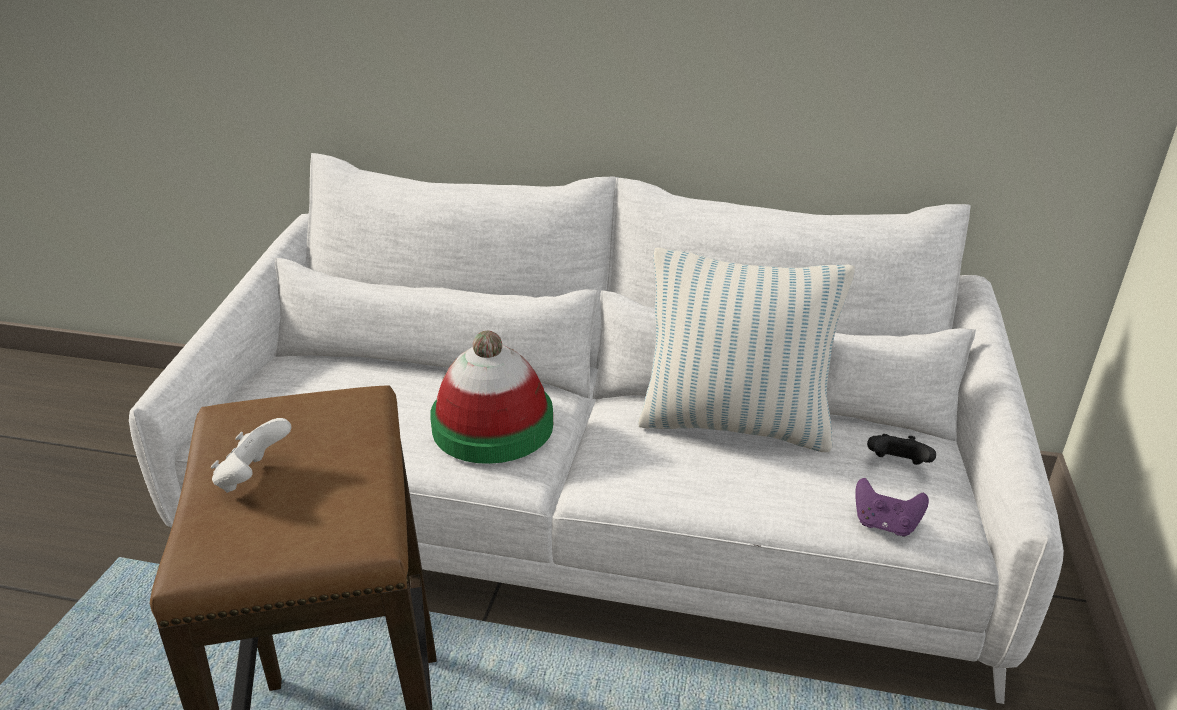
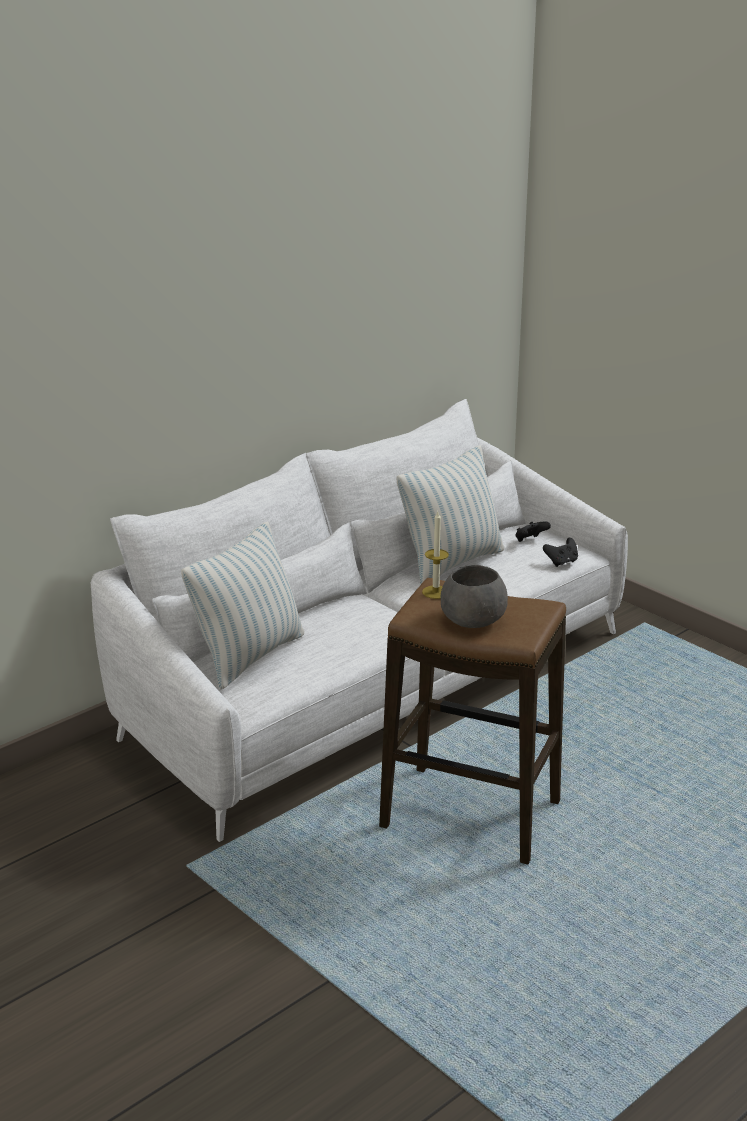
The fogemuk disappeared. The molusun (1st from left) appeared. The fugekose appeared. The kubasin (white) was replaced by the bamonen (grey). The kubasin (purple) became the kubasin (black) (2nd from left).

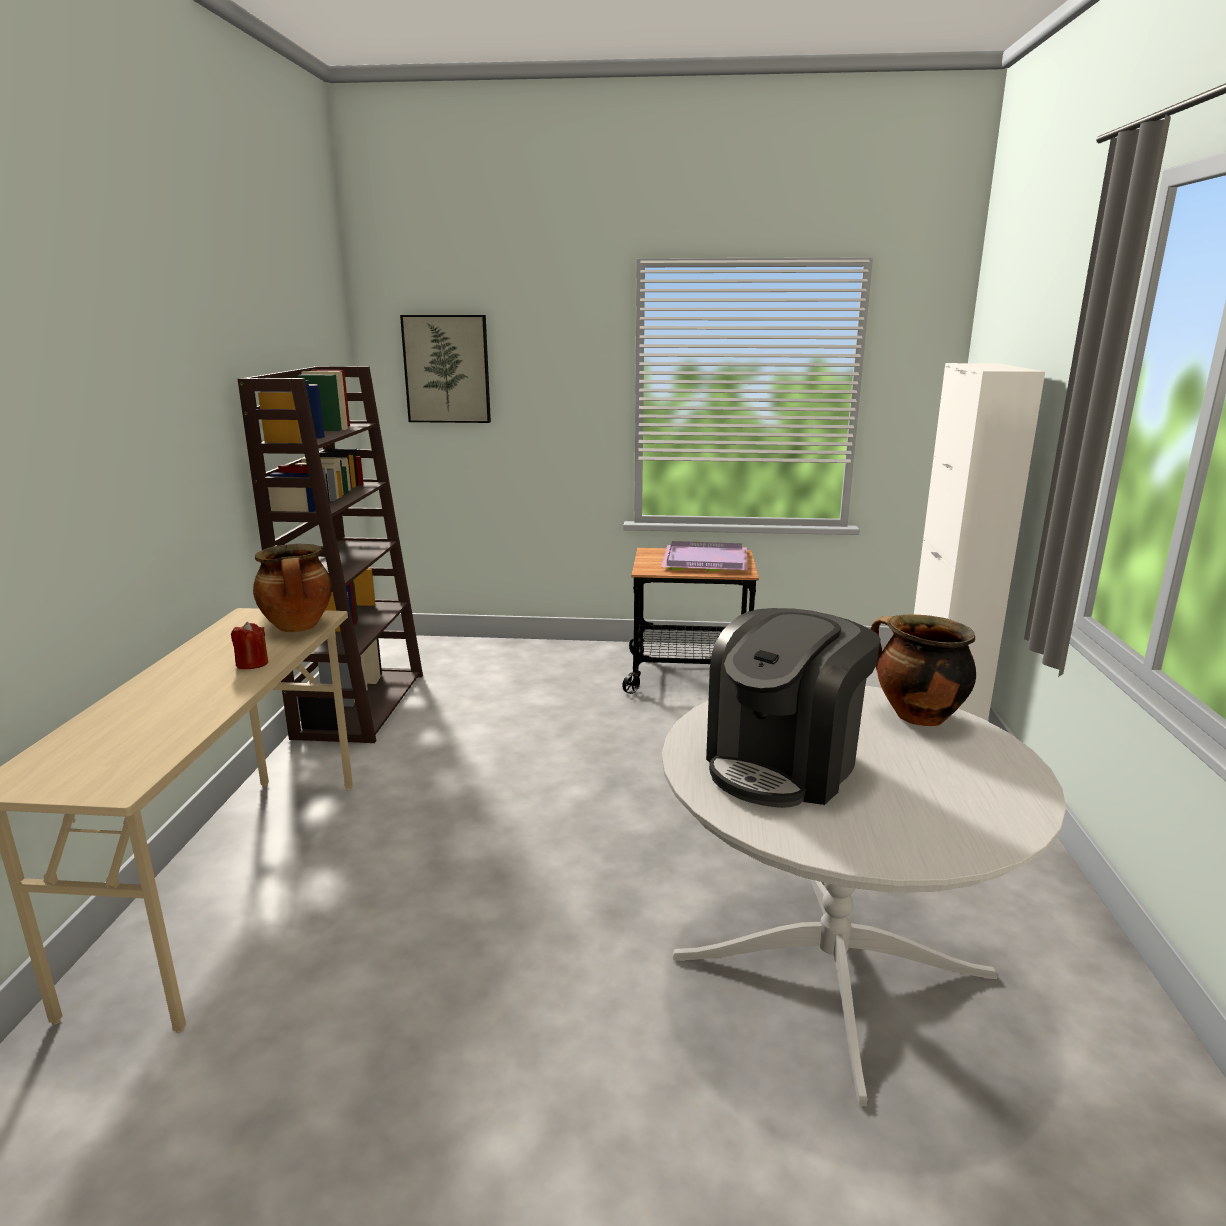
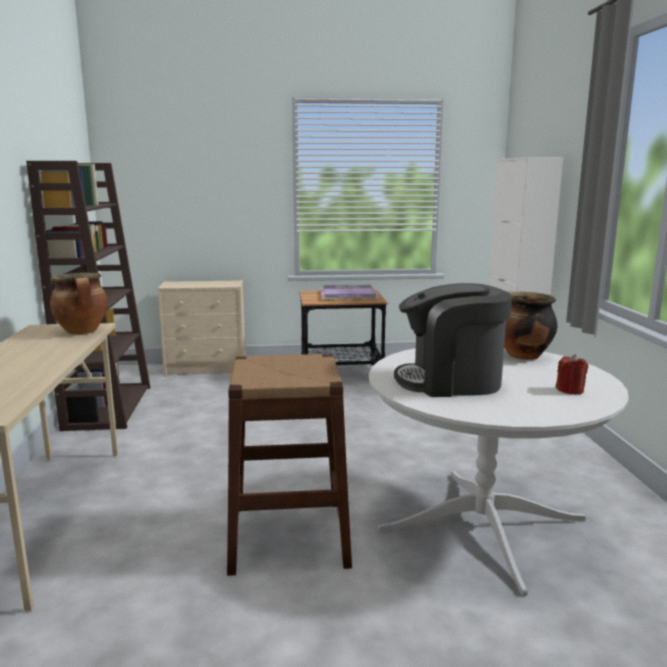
The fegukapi disappeared. The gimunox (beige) appeared. The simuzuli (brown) appeared. The fugekose (red) moved. The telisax turned 60 degrees clockwise.

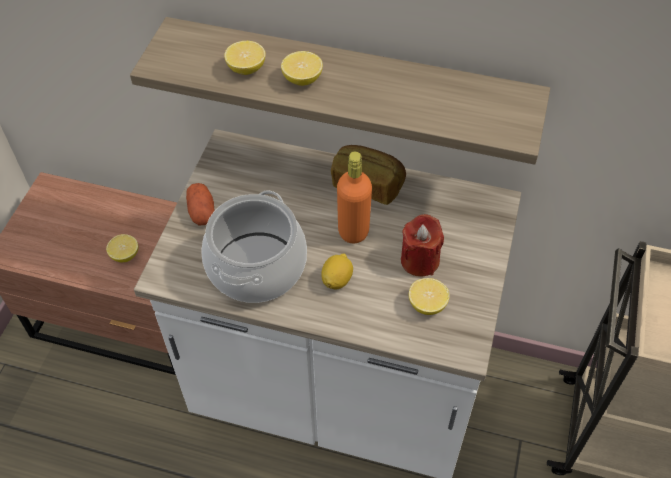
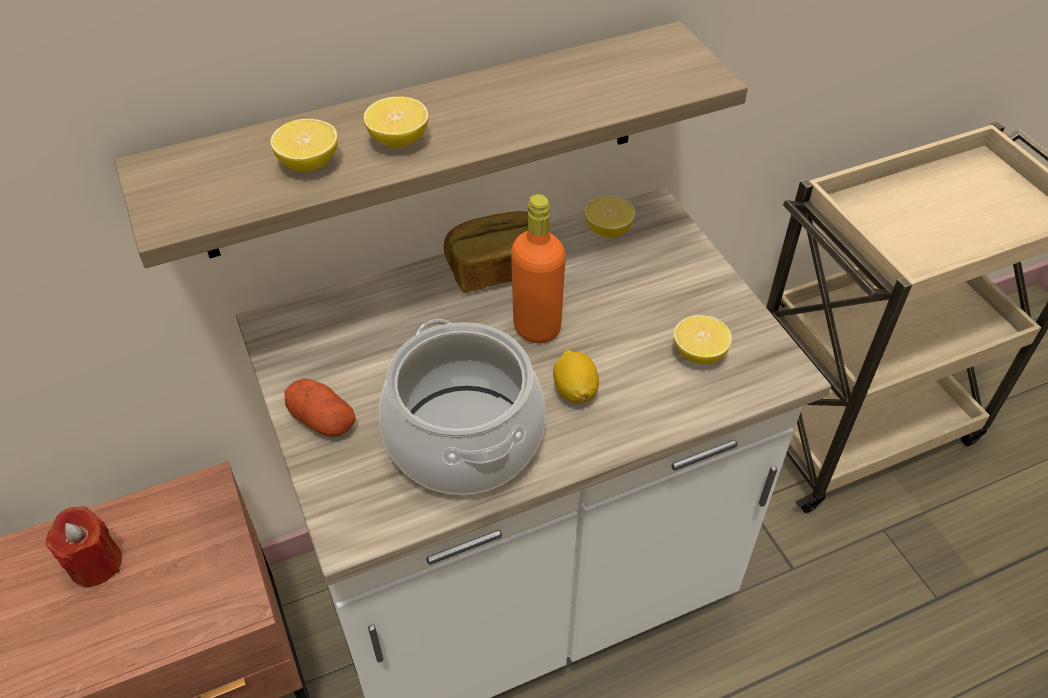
The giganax (1st from left in the first image) moved. The fugekose (red) moved.

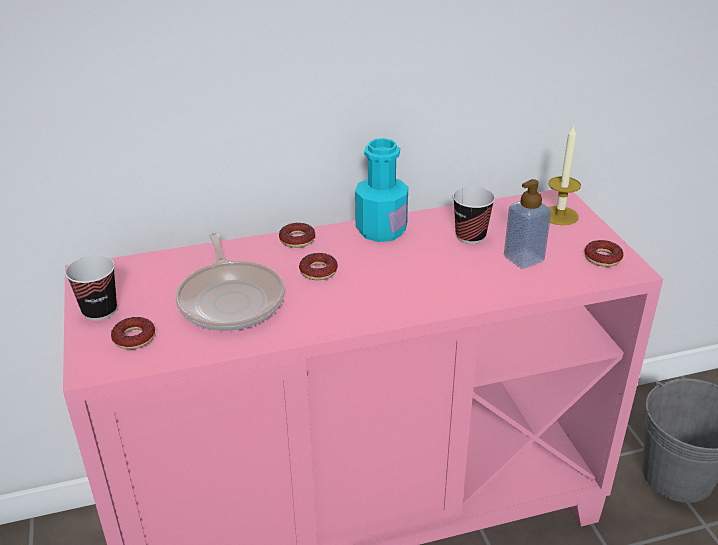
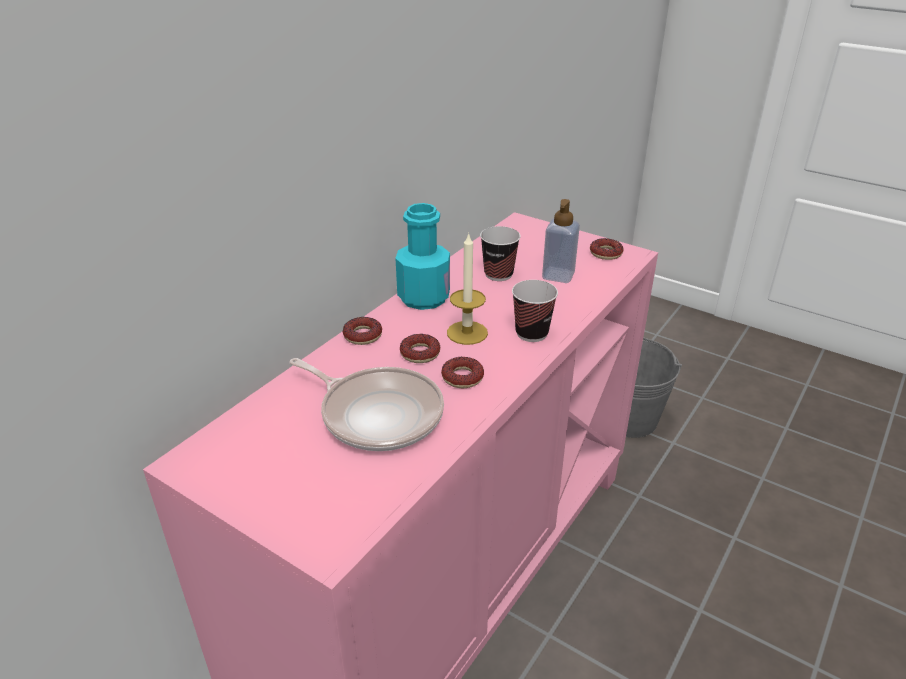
The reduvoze (1st from left in the first image) moved. The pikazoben (1st from left in the first image) moved. The fugekose moved.

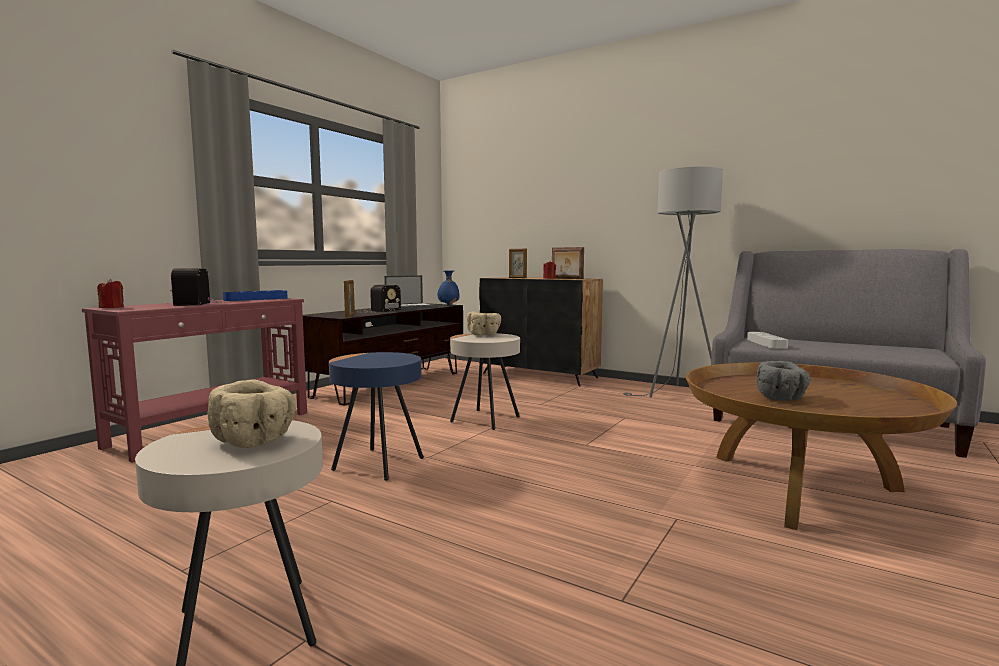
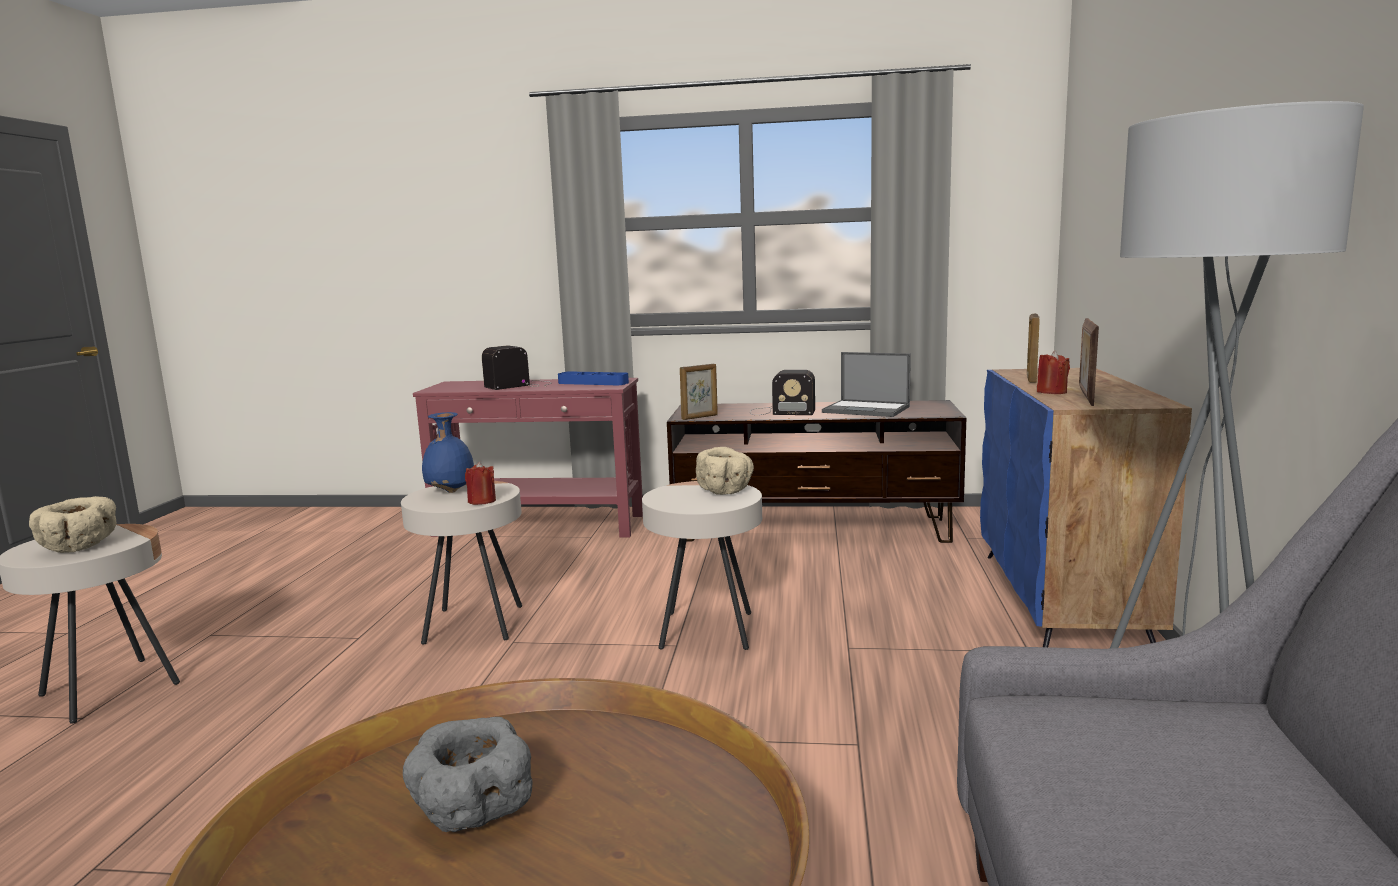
The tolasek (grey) disappeared. The fugekose (red) (1st from left) moved. The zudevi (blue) moved. The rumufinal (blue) became the rumufinal (beige) (2nd from left). The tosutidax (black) became the tosutidax (blue).

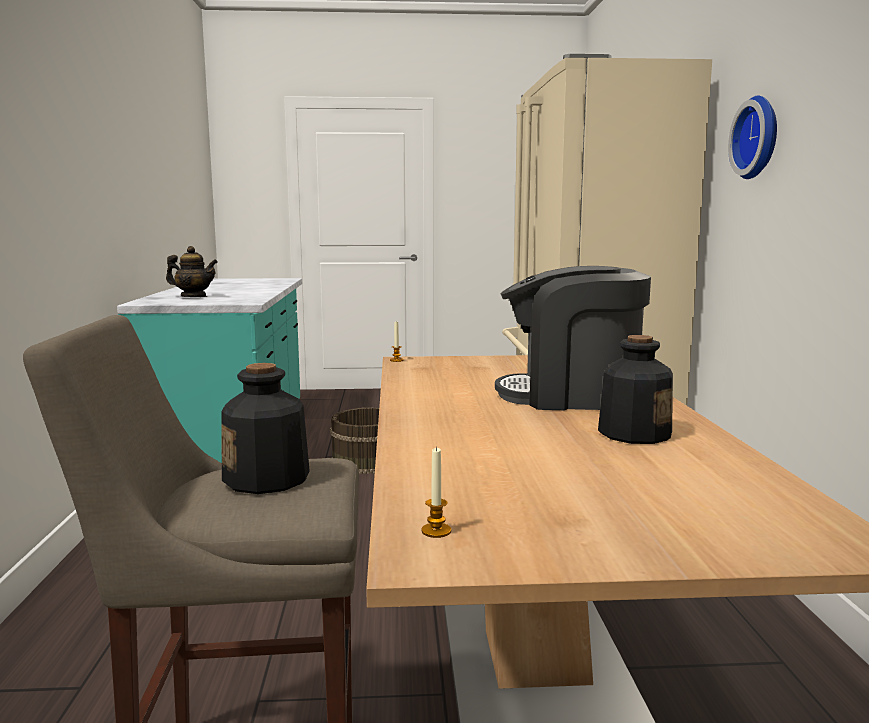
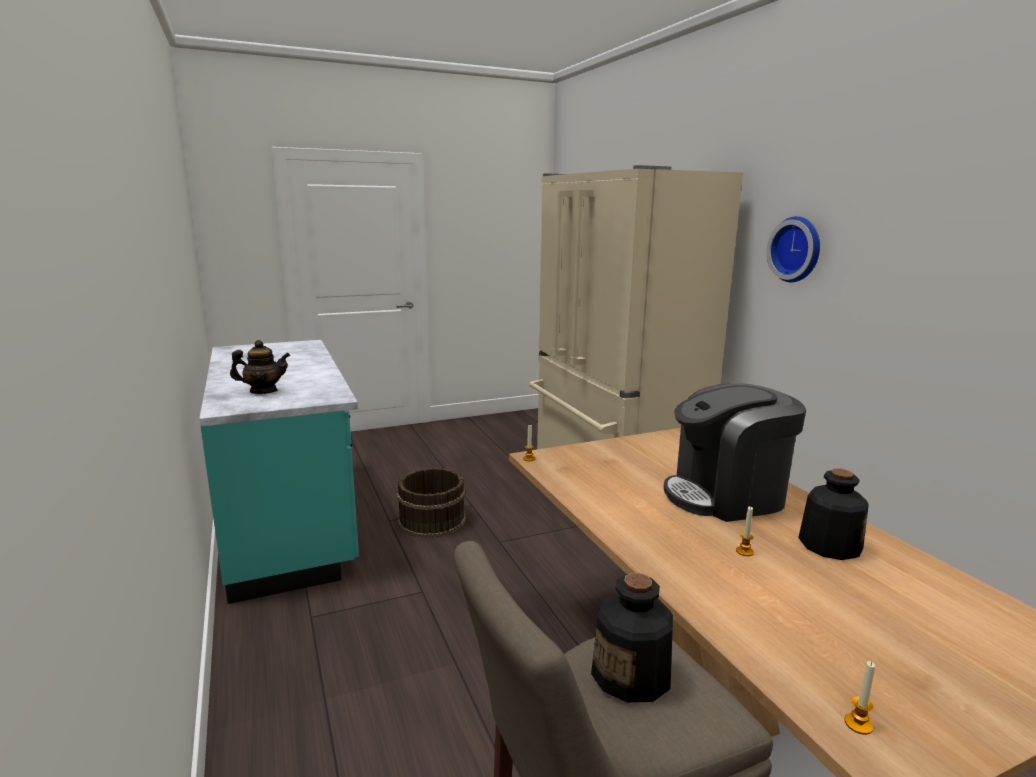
The fugekose (2nd from left) appeared.

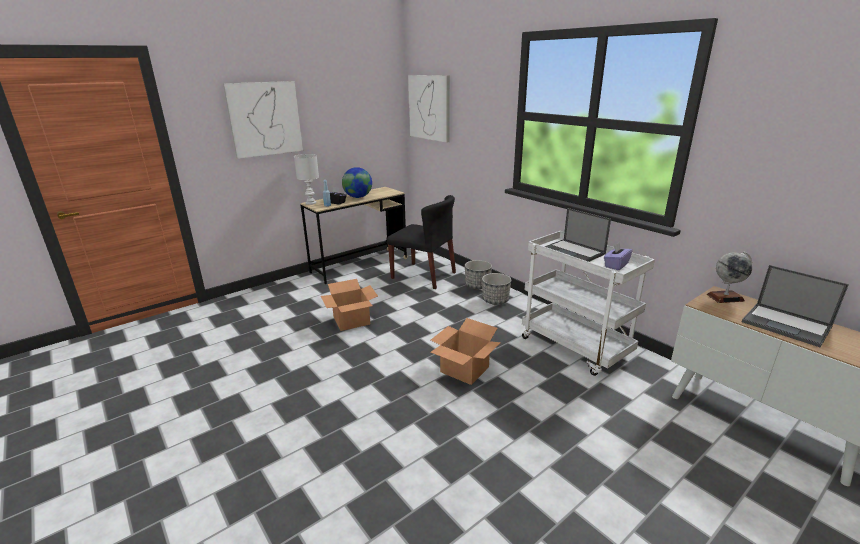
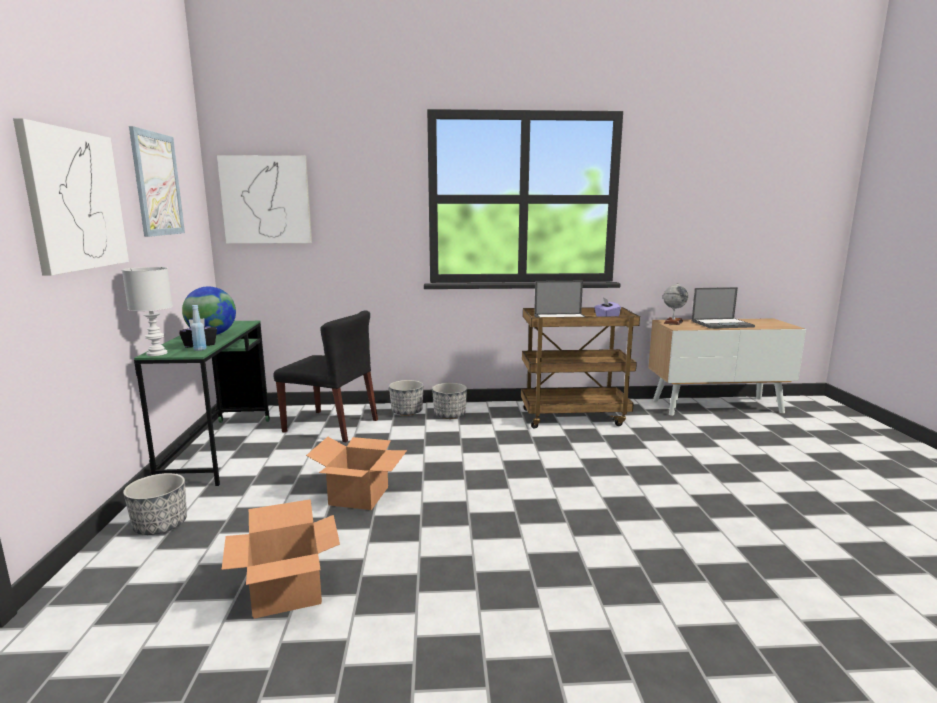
The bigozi (1st from left) appeared. The fegukapi (2nd from left) appeared. The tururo (2nd from left in the first image) moved. The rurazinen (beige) became the rurazinen (green). The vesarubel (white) became the vesarubel (brown). The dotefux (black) turned 45 degrees clockwise.

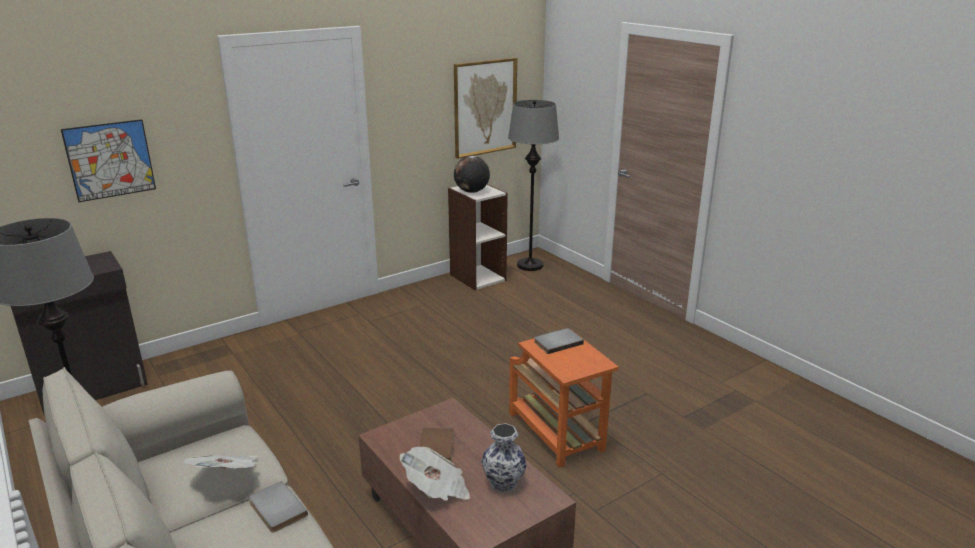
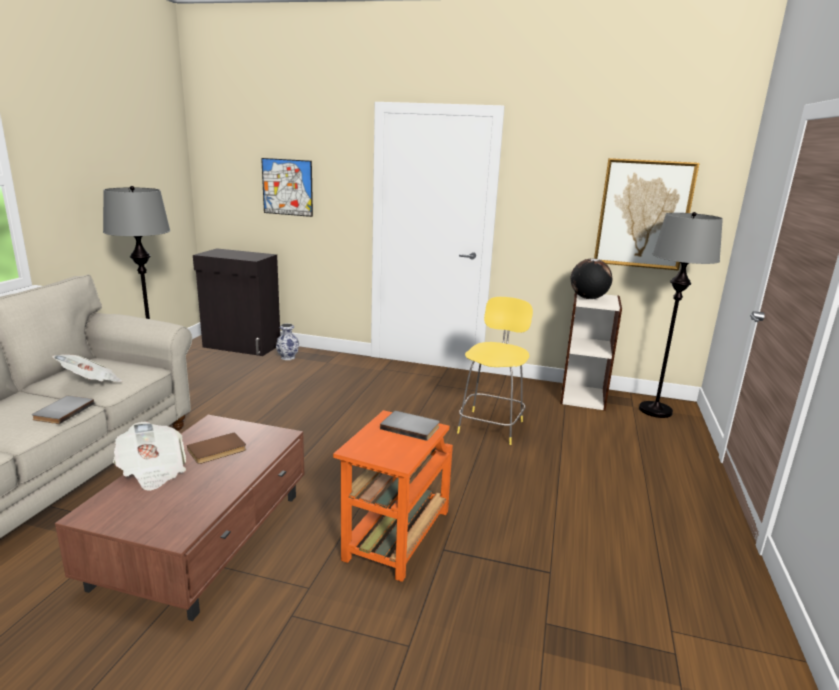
The simuzuli (yellow) appeared. The zudevi moved.

